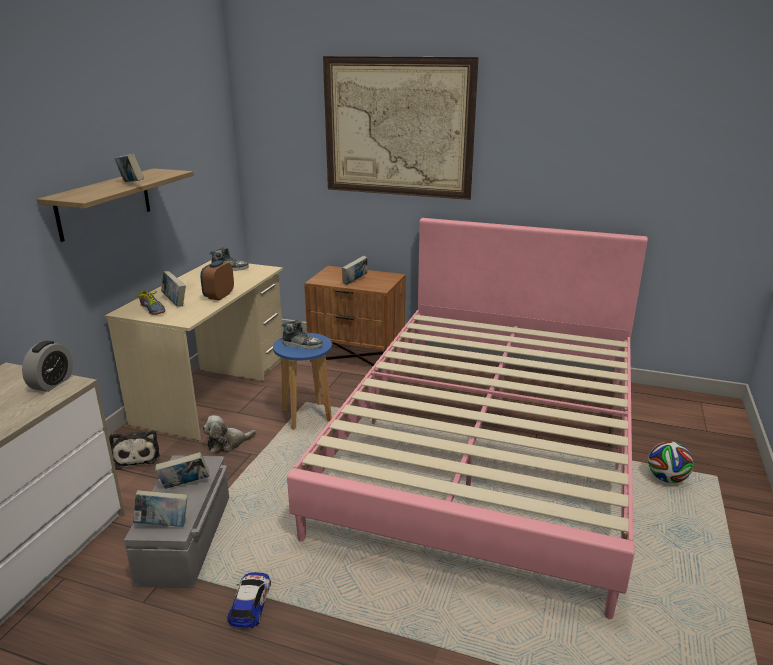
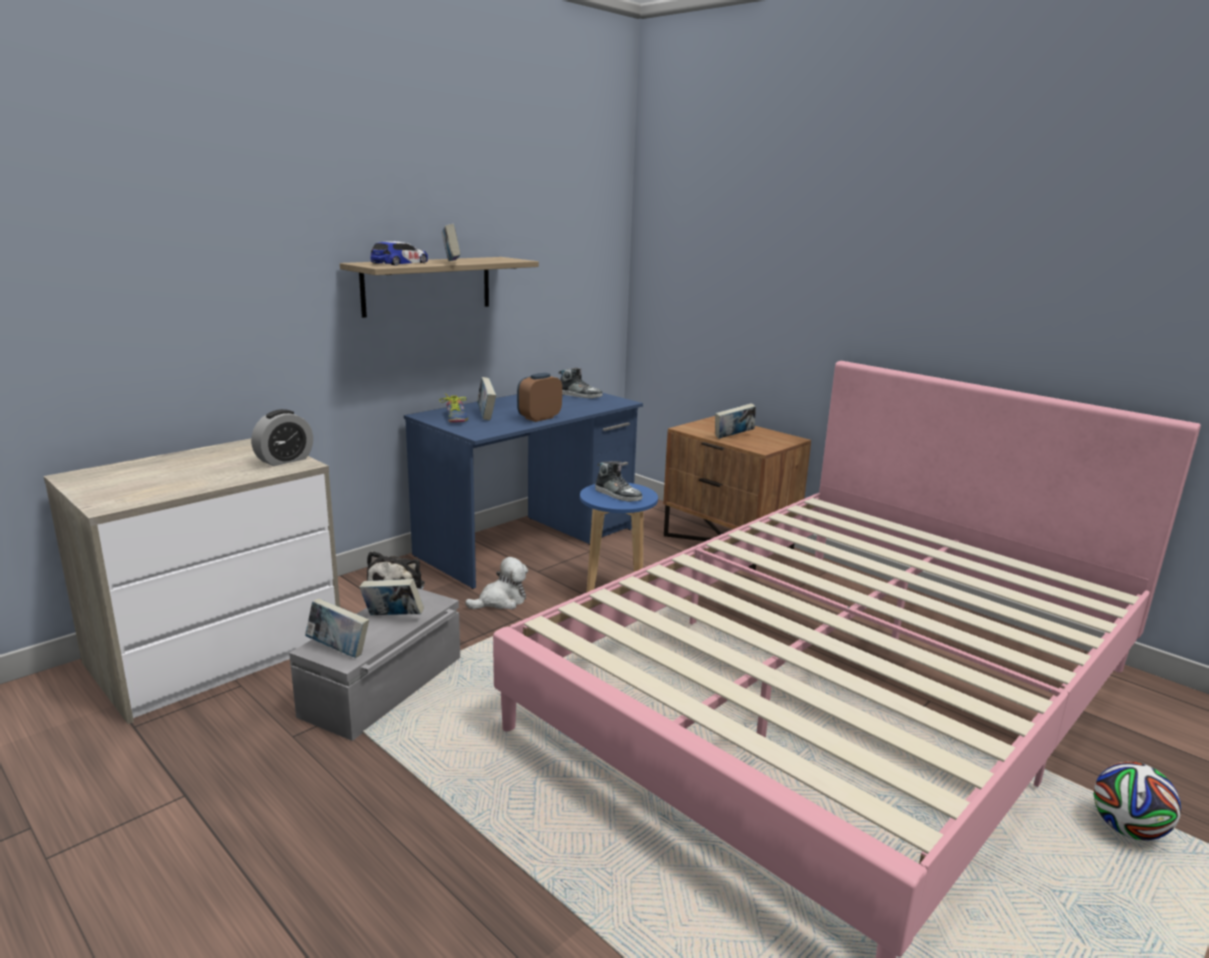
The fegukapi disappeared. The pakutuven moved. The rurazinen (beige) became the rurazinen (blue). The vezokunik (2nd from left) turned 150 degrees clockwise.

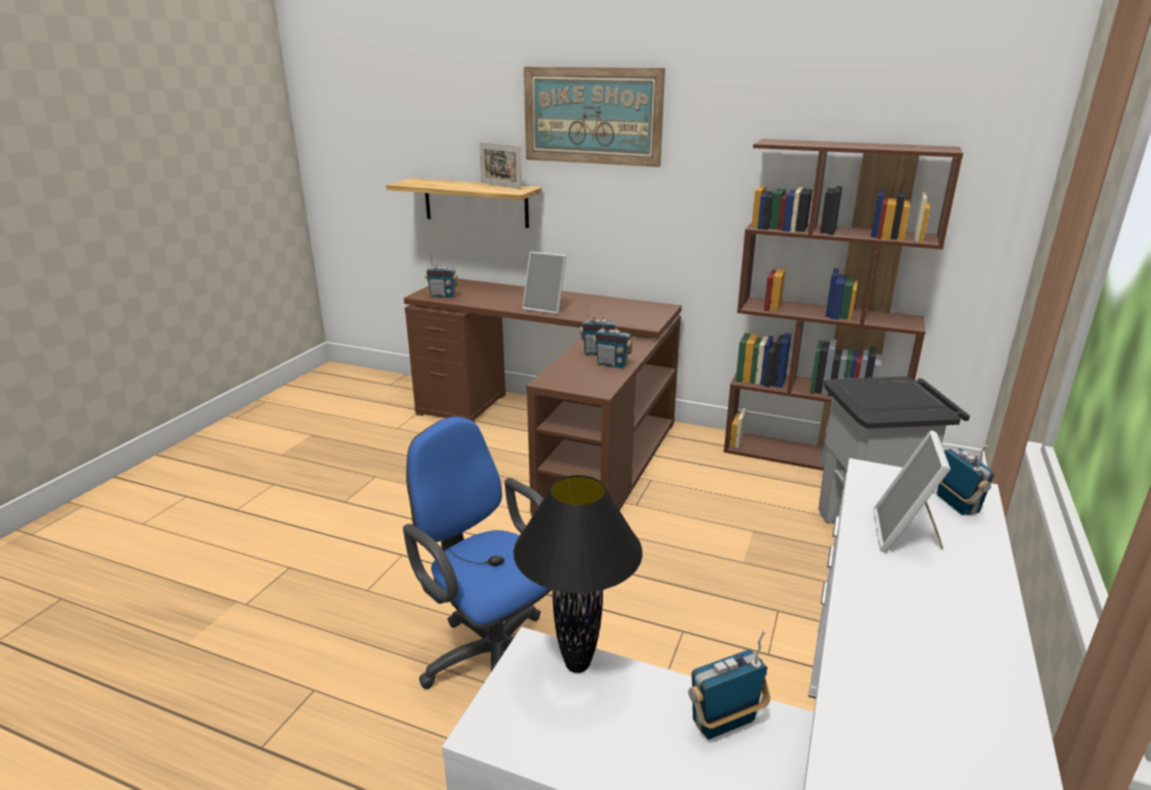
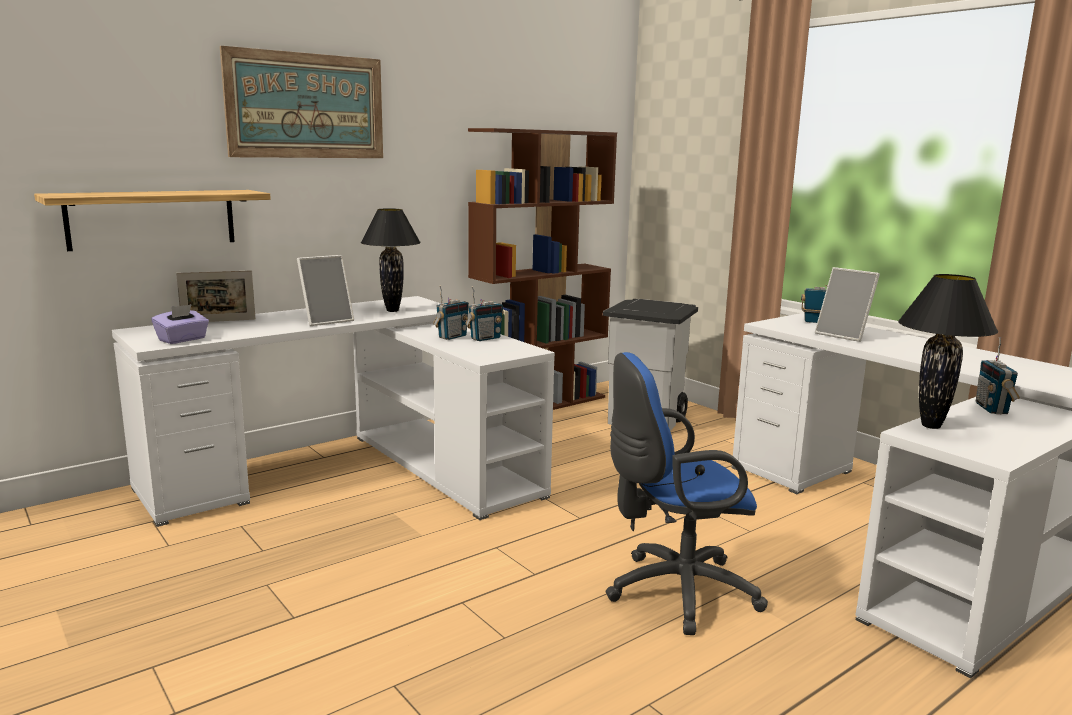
The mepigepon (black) (1st from left) appeared. The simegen (1st from left) moved. The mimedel (1st from left) was replaced by the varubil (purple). The rurazinen (brown) became the rurazinen (white) (1st from left).

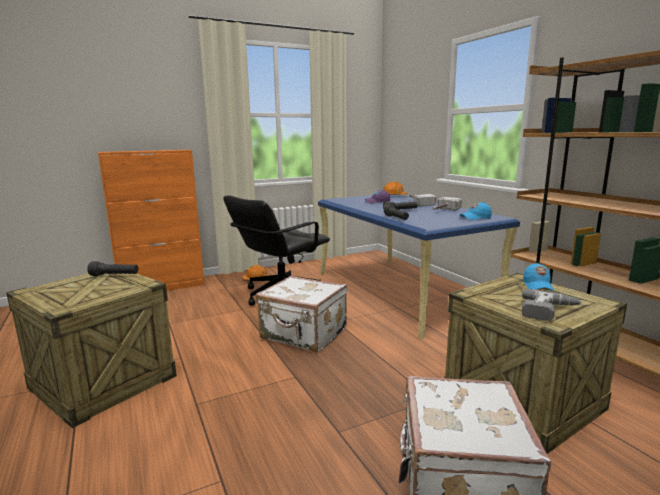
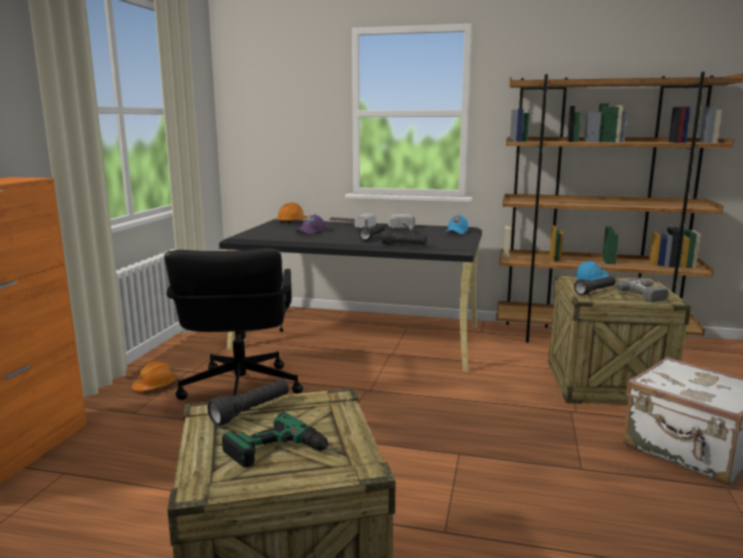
The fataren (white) (1st from left) disappeared. The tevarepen (1st from left) appeared. The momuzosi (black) (4th from left) appeared. The rurazinen (blue) became the rurazinen (black).

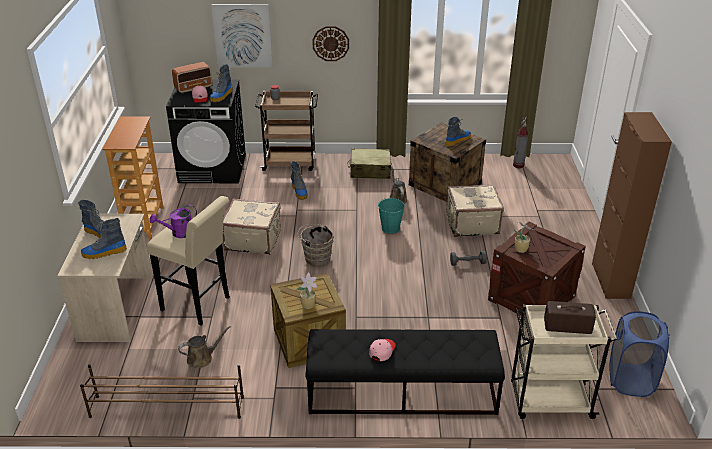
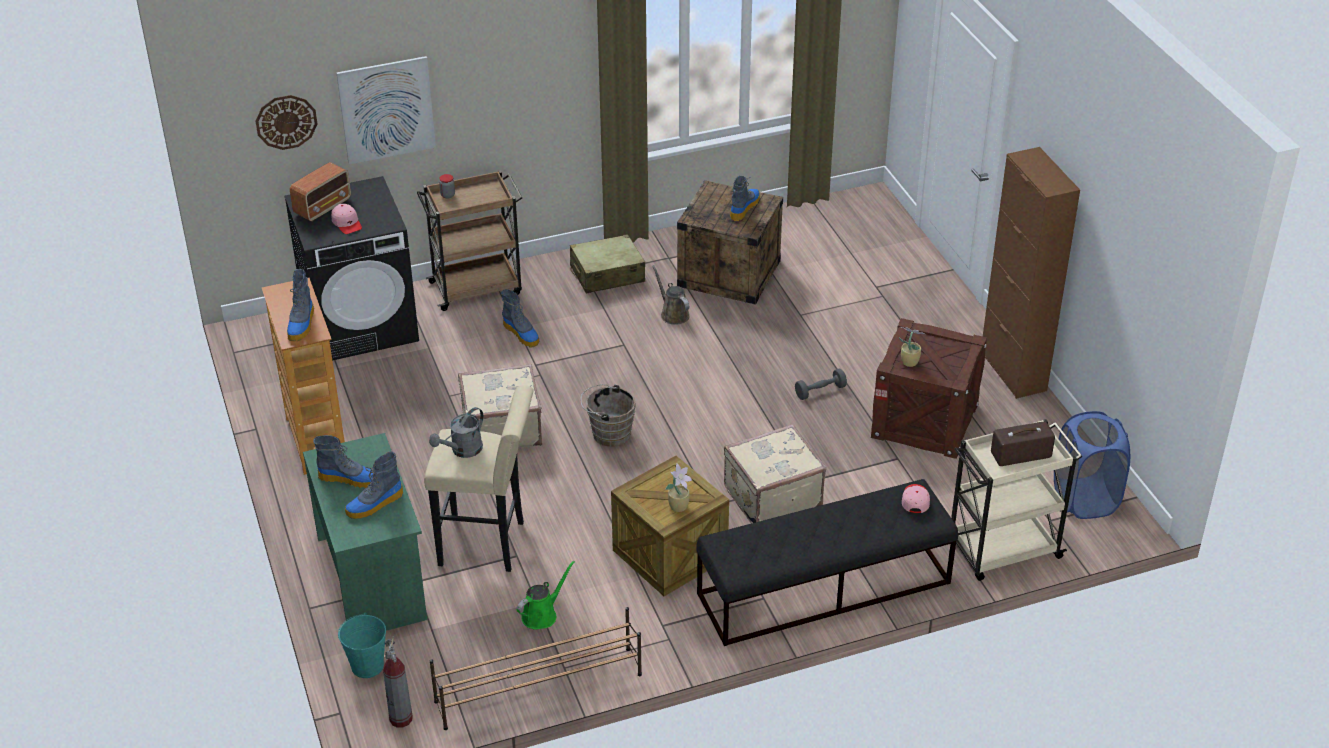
The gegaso (3rd from left in the first image) moved. The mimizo moved. The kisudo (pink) (2nd from left) moved. The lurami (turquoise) moved. The fataren (beige) (3rd from left) moved. The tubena moved. The rurazinen (beige) became the rurazinen (green). The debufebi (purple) became the debufebi (grey). The debufebi (brown) (1st from left) became the debufebi (green).

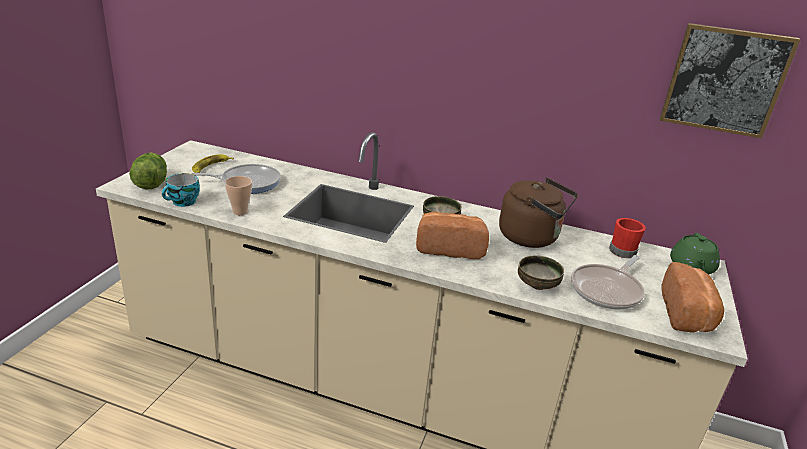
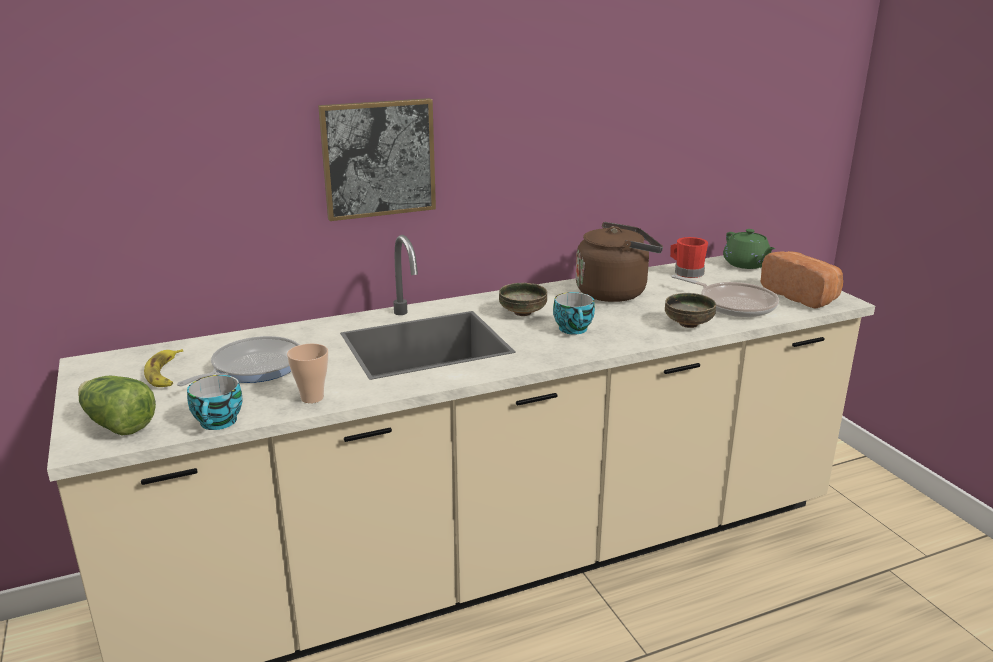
The fegukapi moved. The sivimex (1st from left) was replaced by the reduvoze (3rd from left). The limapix (2nd from left) turned 45 degrees counterclockwise.

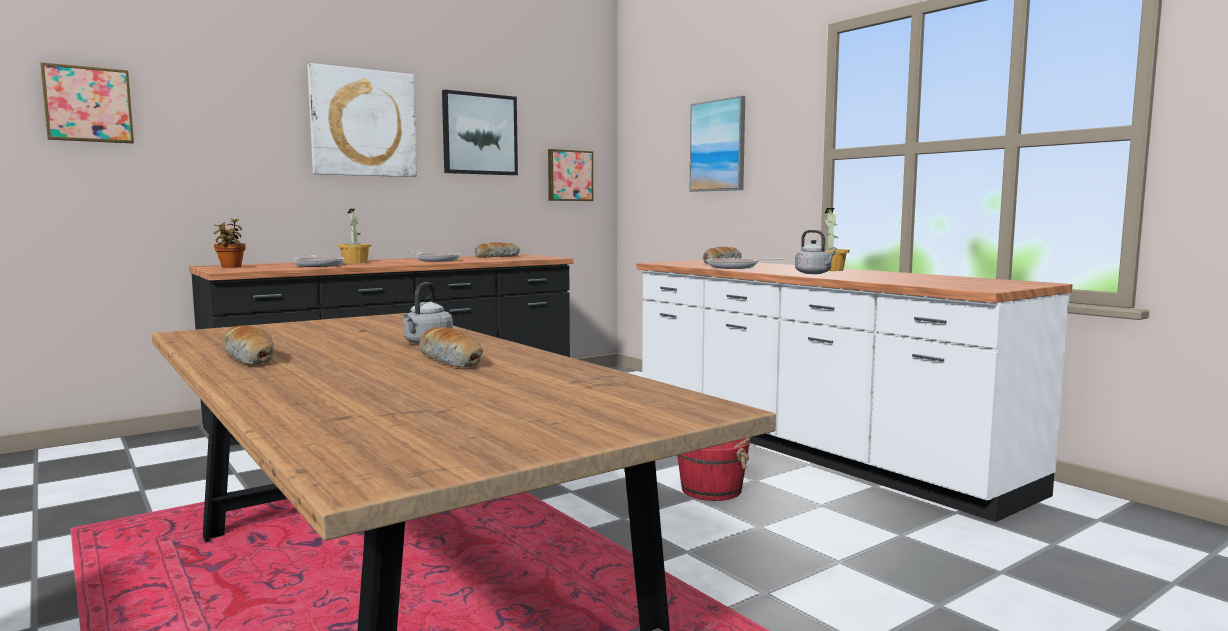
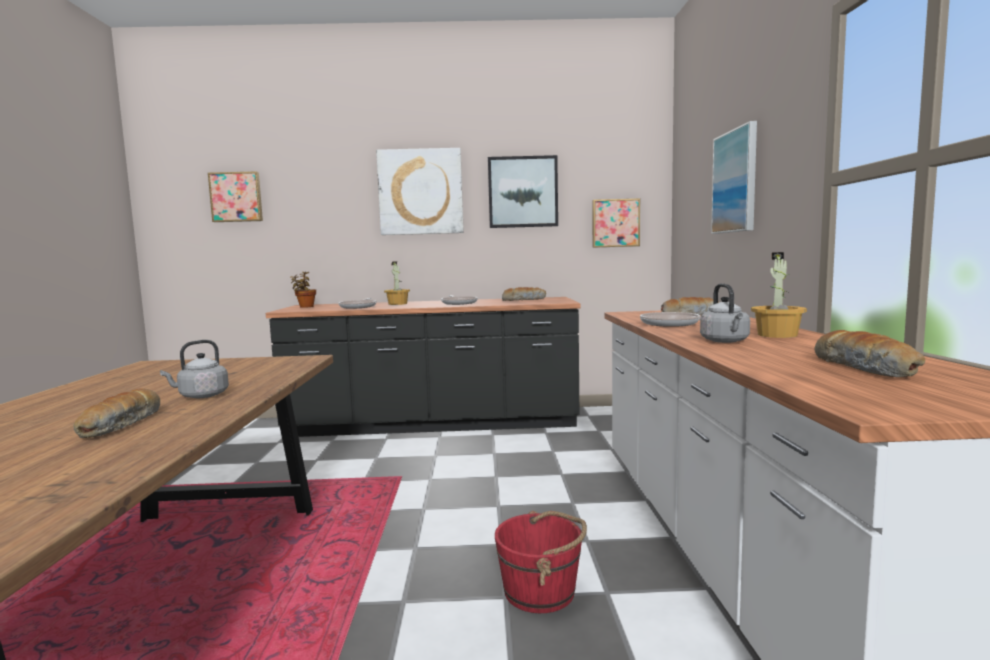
The sivimex (1st from left in the first image) moved.

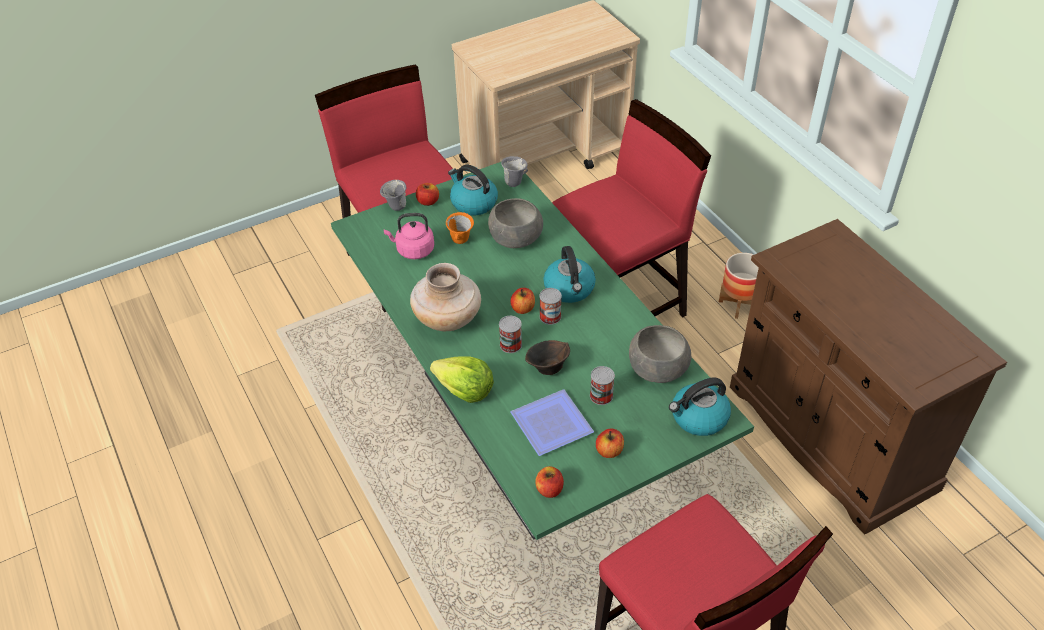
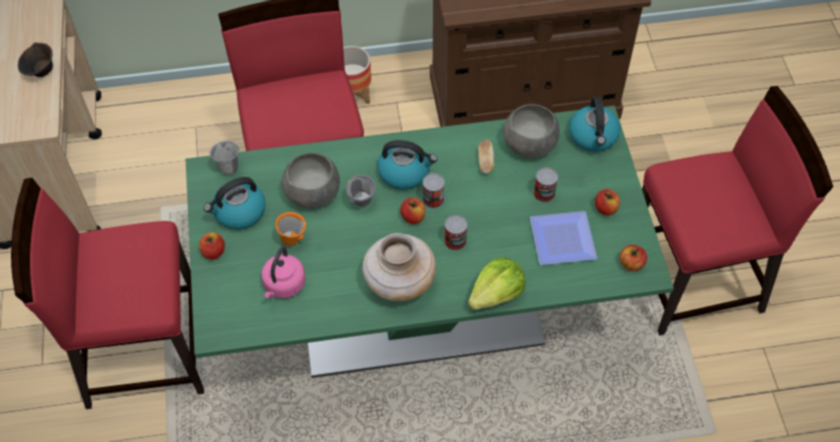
The sivimex appeared. The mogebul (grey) (1st from left in the first image) moved. The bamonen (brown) moved.

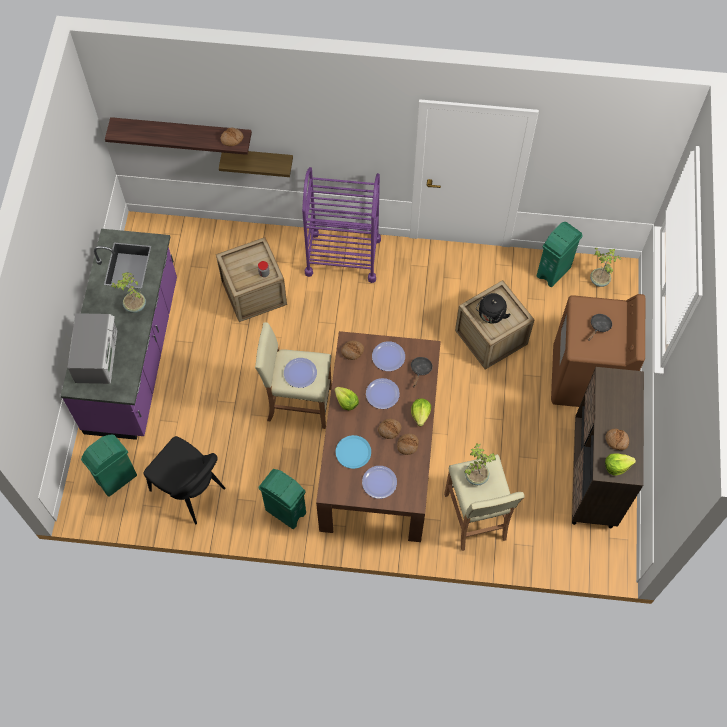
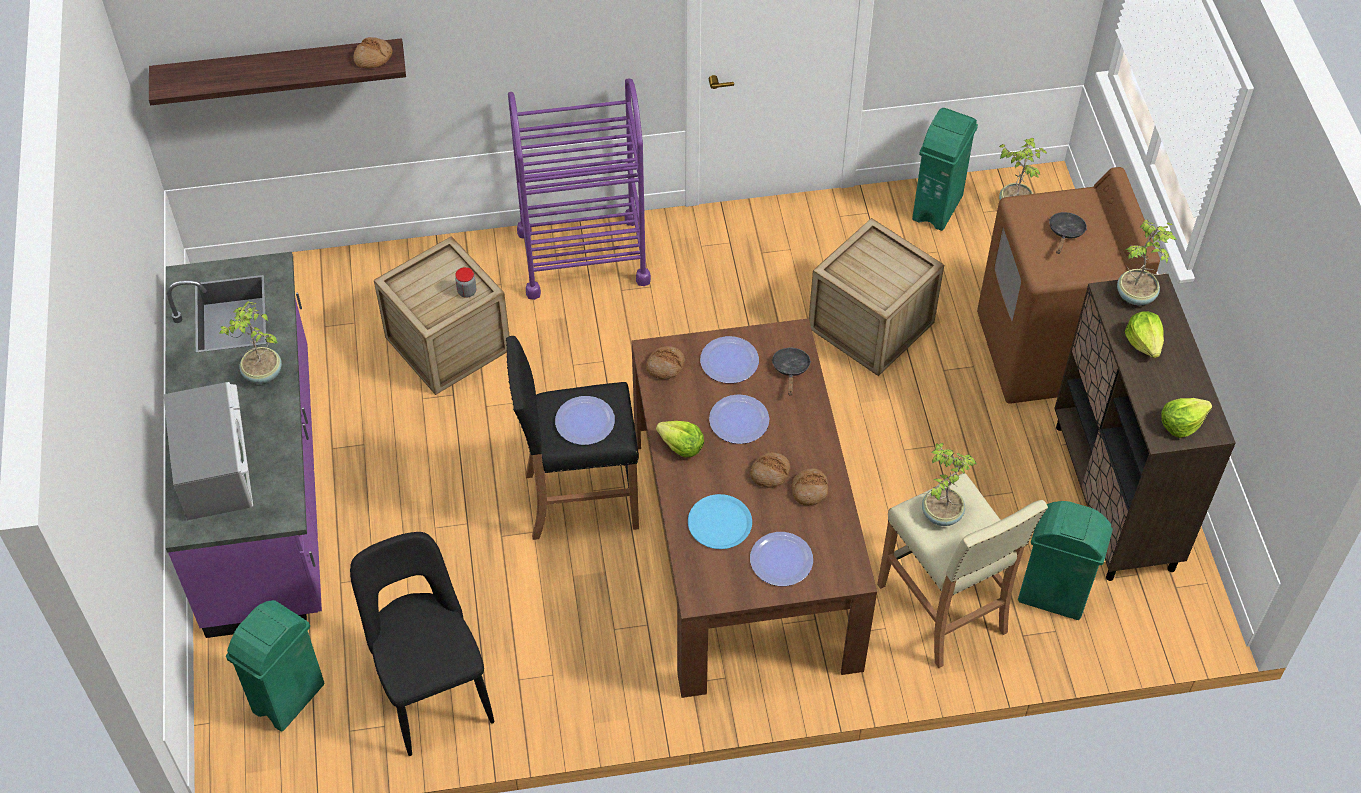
The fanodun (2nd from left) disappeared. The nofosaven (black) disappeared. The sivimex (5th from left) disappeared. The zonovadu (4th from left) appeared. The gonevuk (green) (2nd from left in the first image) moved. The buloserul (2nd from left) moved. The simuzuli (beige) (1st from left) became the simuzuli (black). The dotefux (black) turned 135 degrees counterclockwise.

